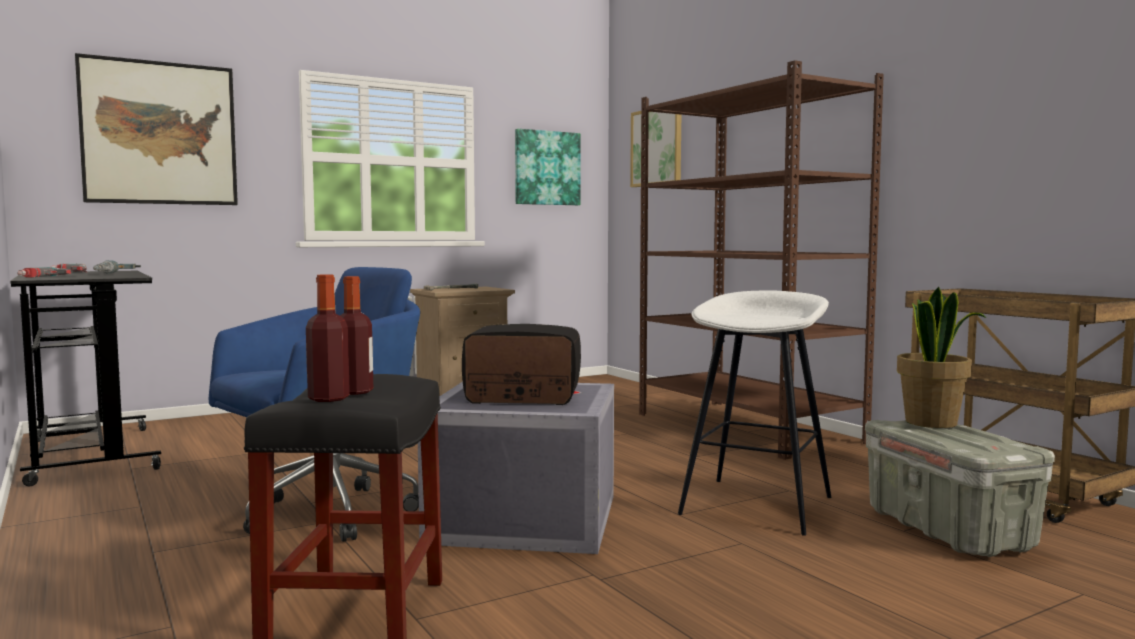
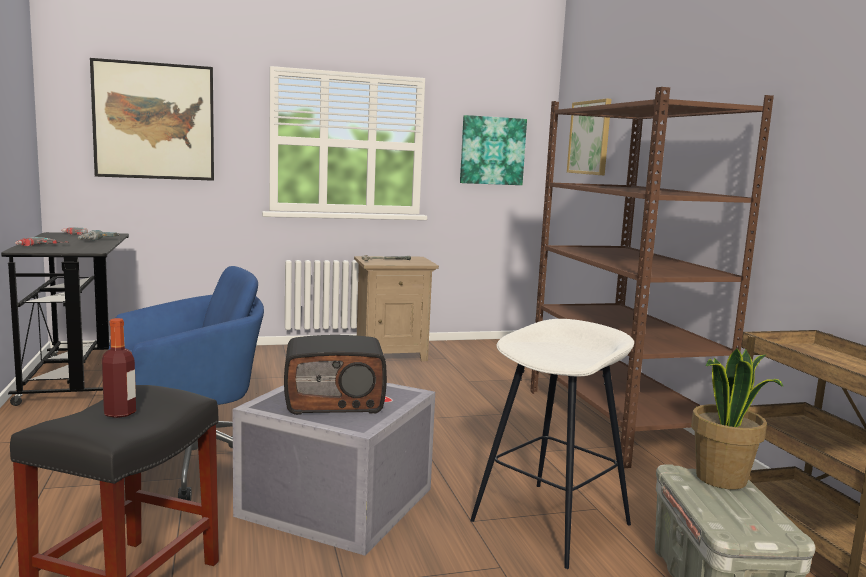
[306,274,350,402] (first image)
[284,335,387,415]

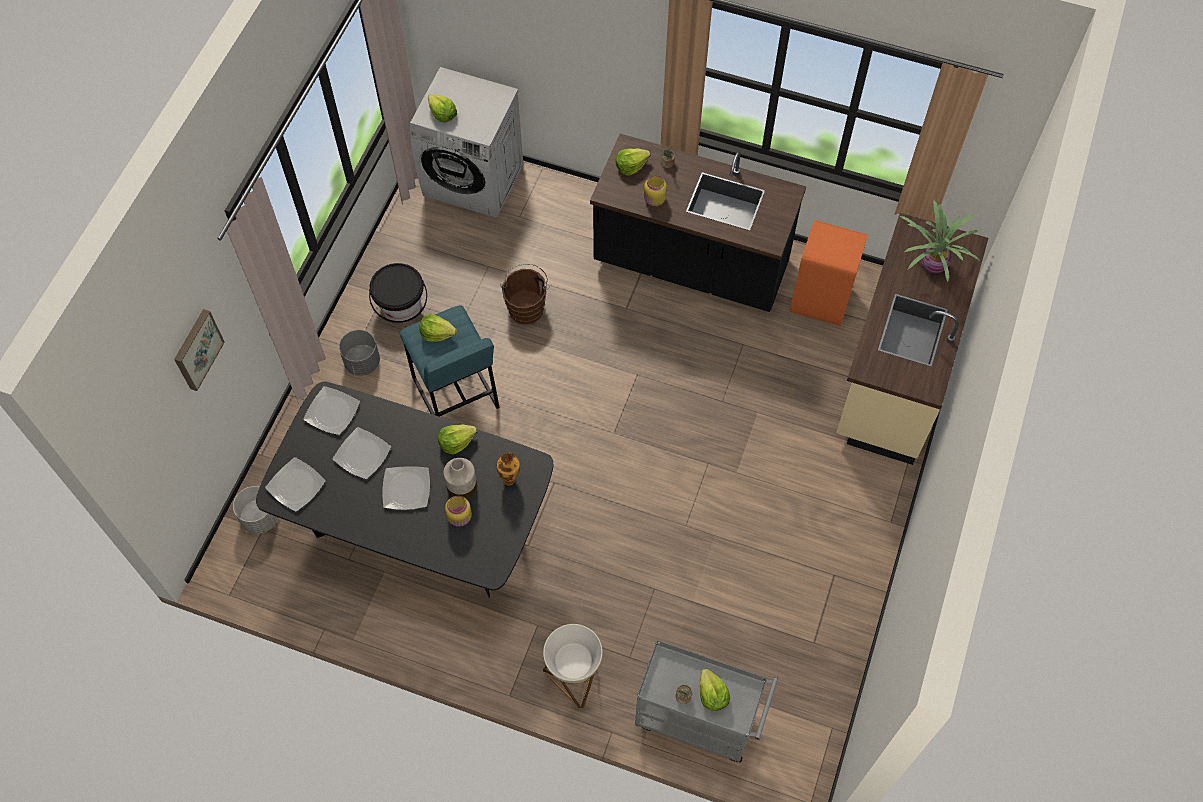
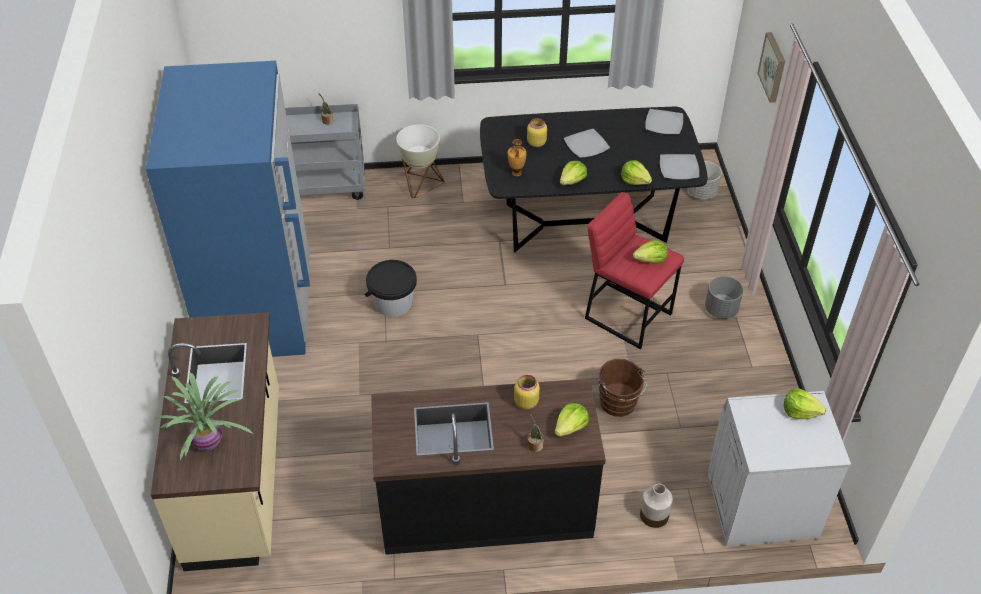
[789,220,868,326] (first image)
[365,260,417,317]
[585,192,684,349]
[332,427,391,479] (first image)
[640,483,673,528]
[621,160,652,185]
[146,61,310,357]

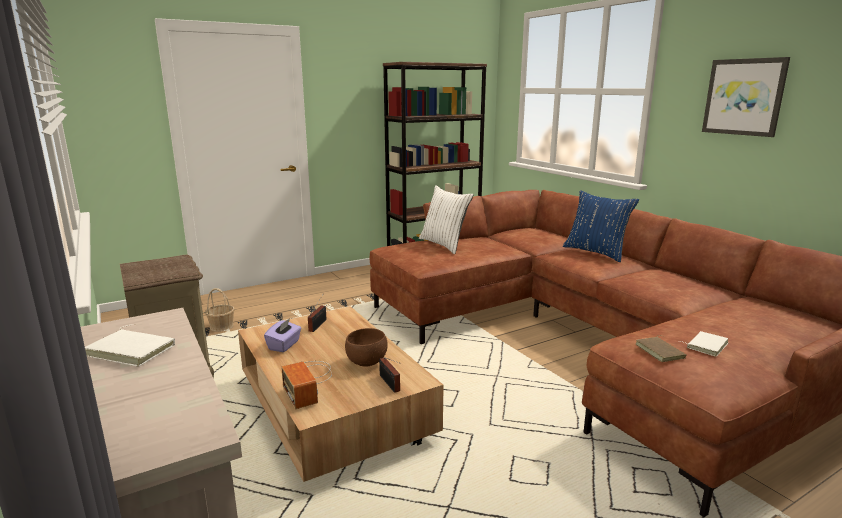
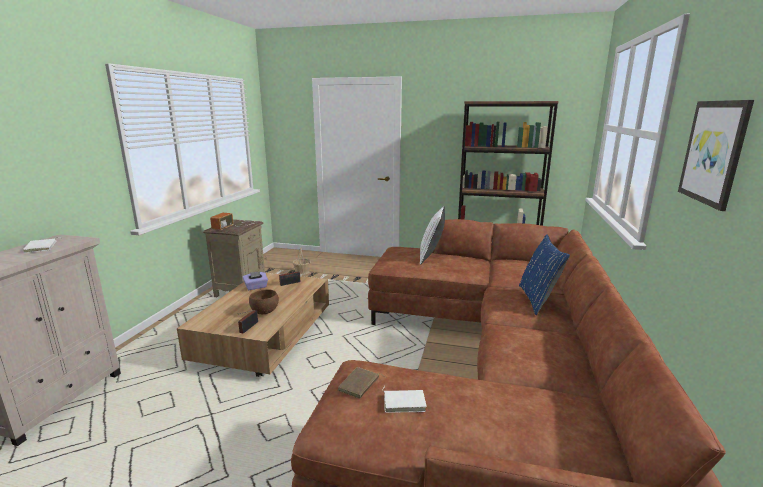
[210,213,256,230]

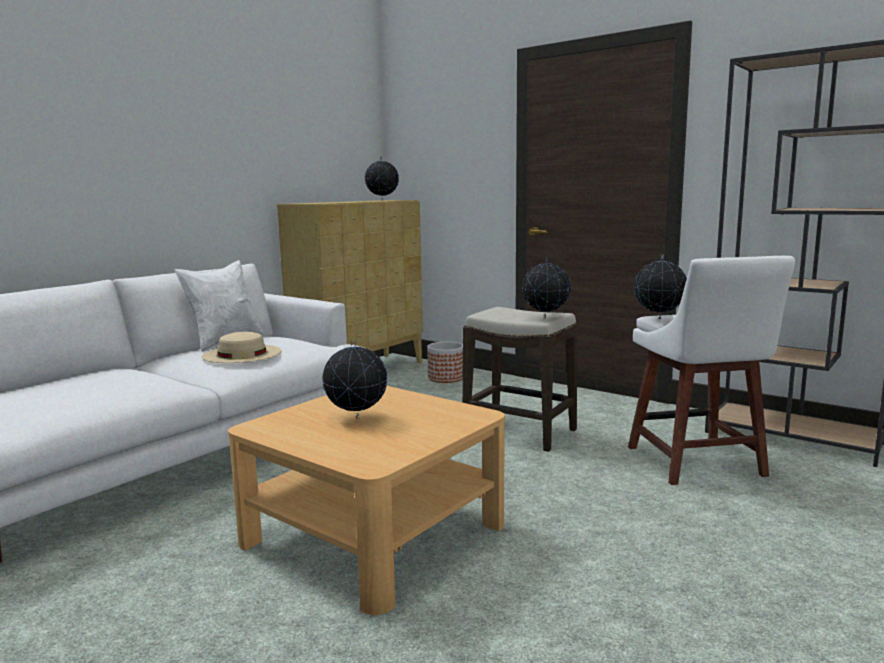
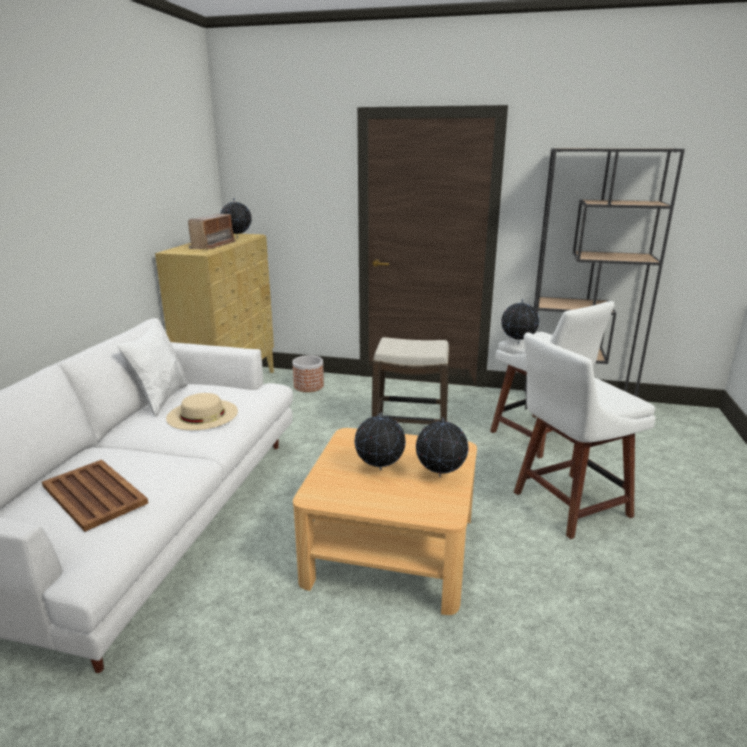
[416,417,469,477]
[188,214,236,250]
[514,332,656,539]
[42,460,148,532]

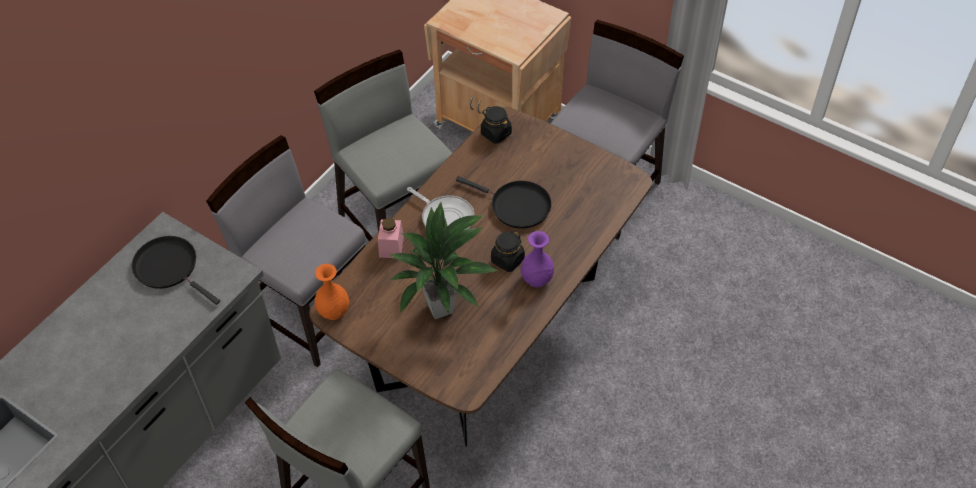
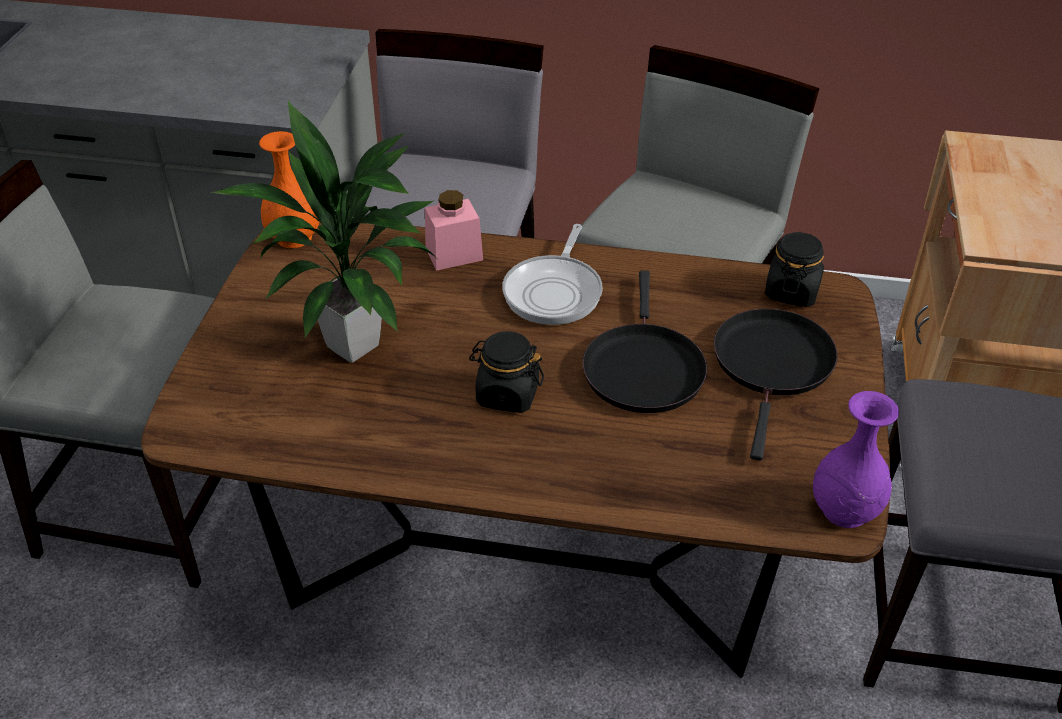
[813,391,899,528]
[714,309,838,461]

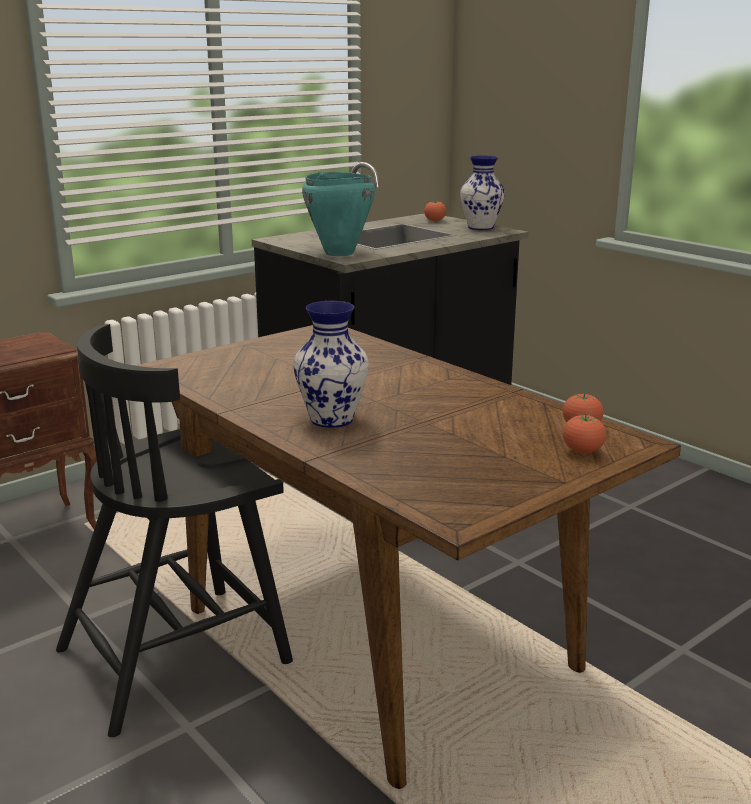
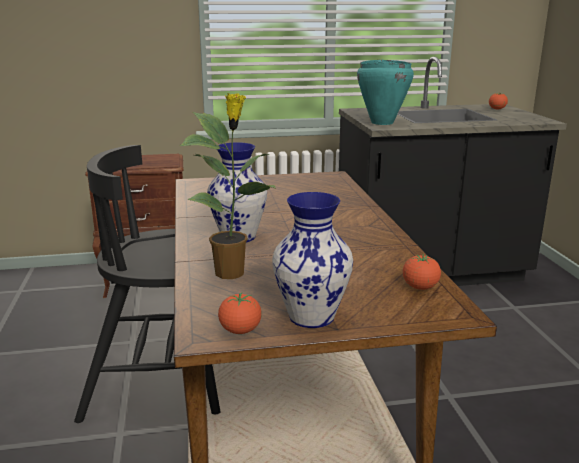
[272,192,353,328]
[218,292,262,334]
[180,93,275,279]

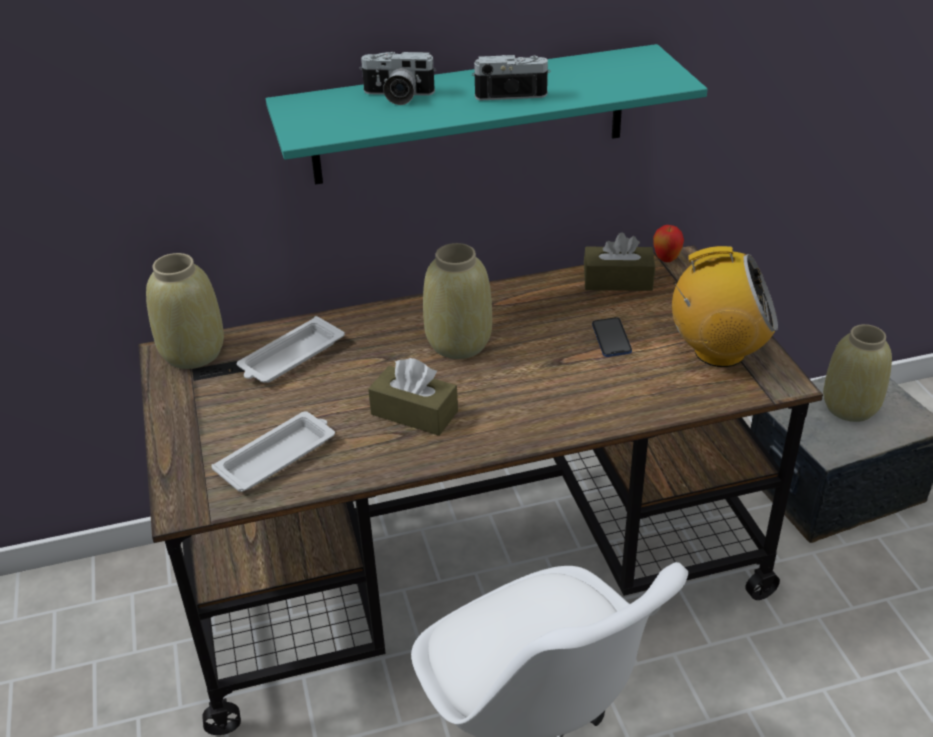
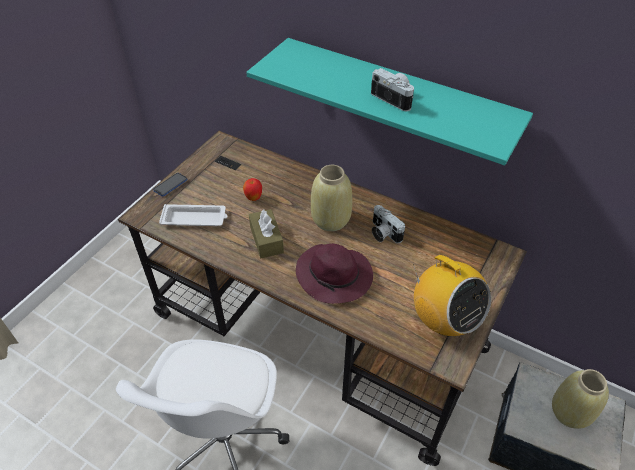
[372,205,405,243]
[243,178,262,201]
[584,232,655,291] (first image)
[146,253,224,369] (first image)
[237,316,345,383] (first image)
[153,173,188,196]
[296,244,373,304]

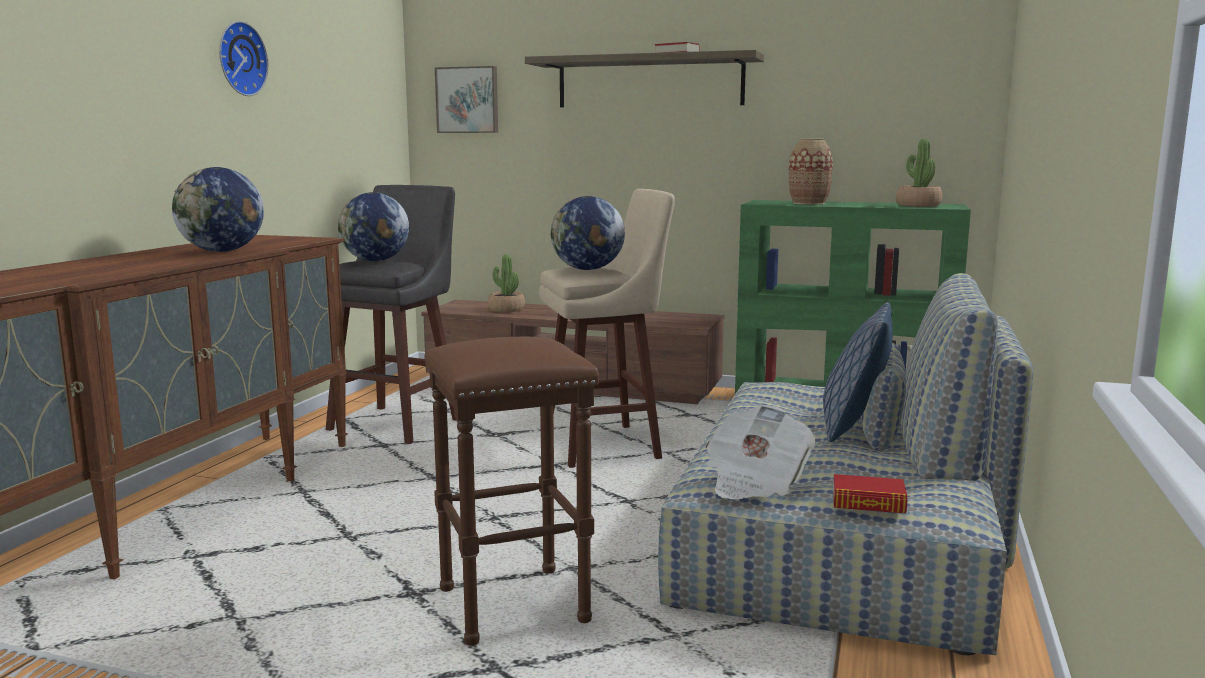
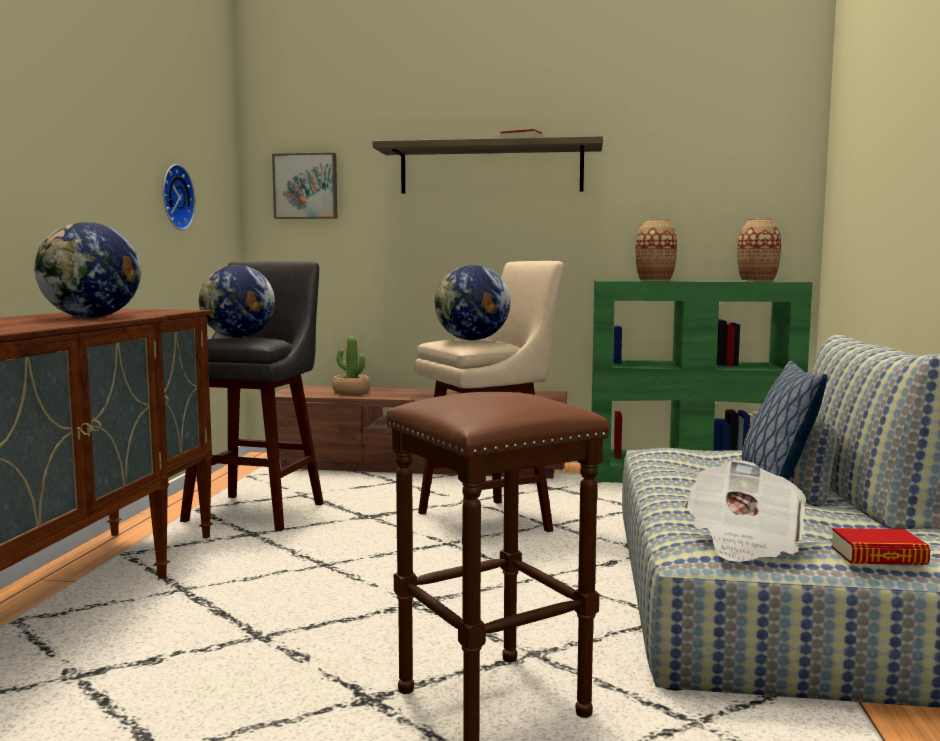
[163,164,196,230]
[737,218,781,281]

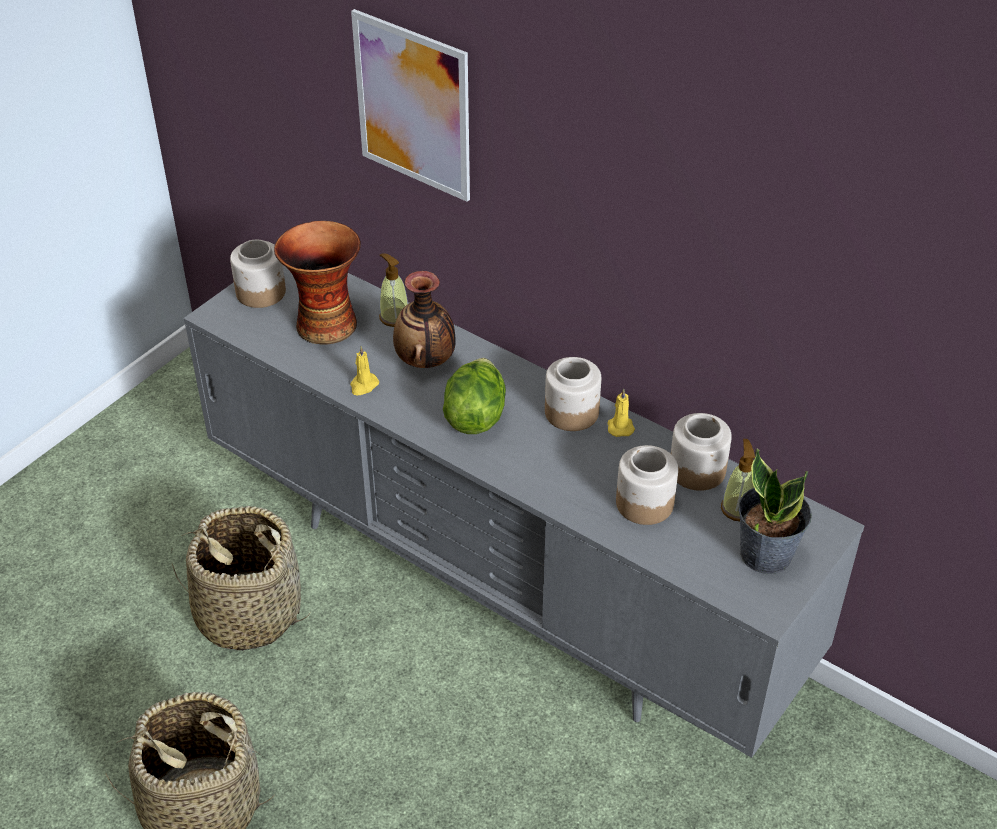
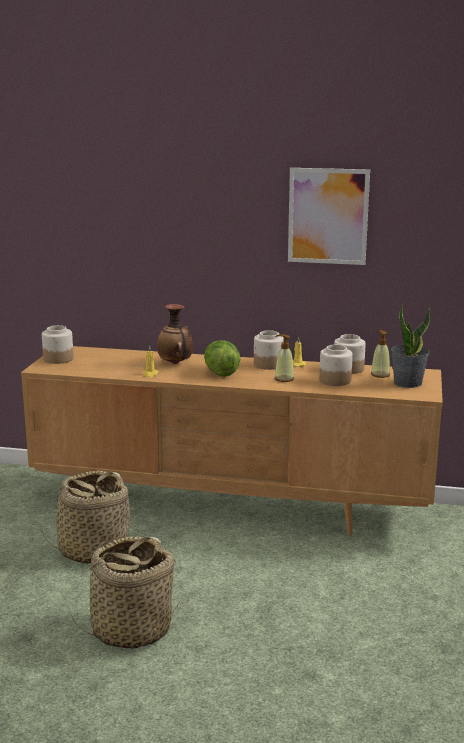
[288,168,370,265]
[274,221,361,345] (first image)
[275,334,294,382]
[21,346,443,536]

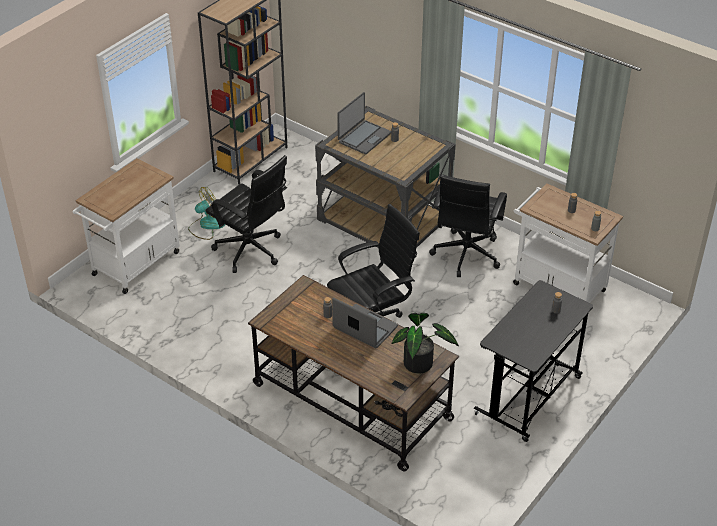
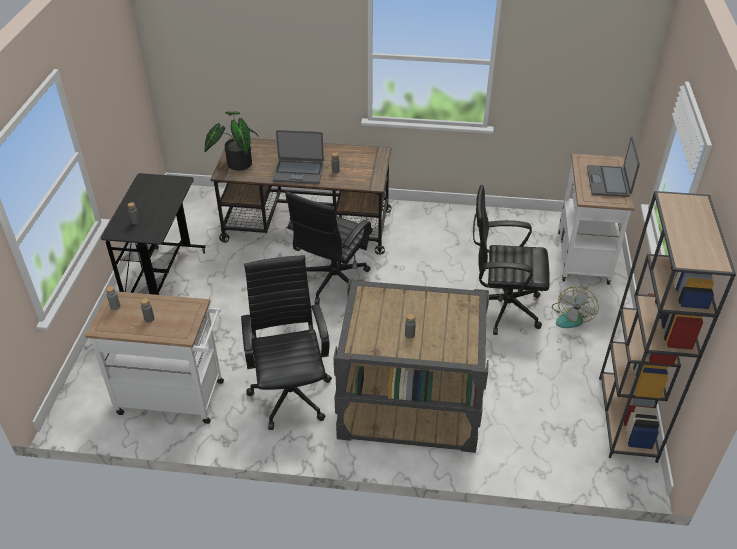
[587,136,640,197]

